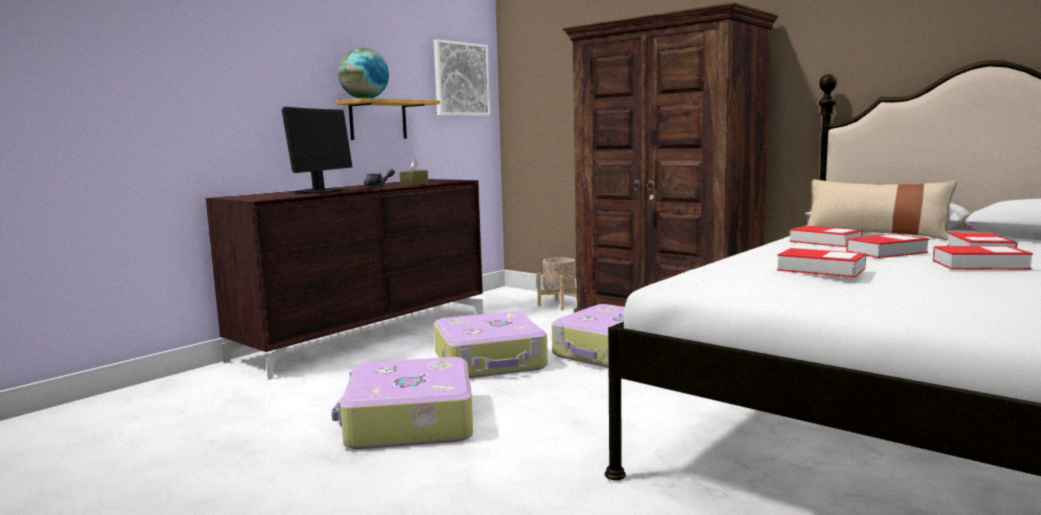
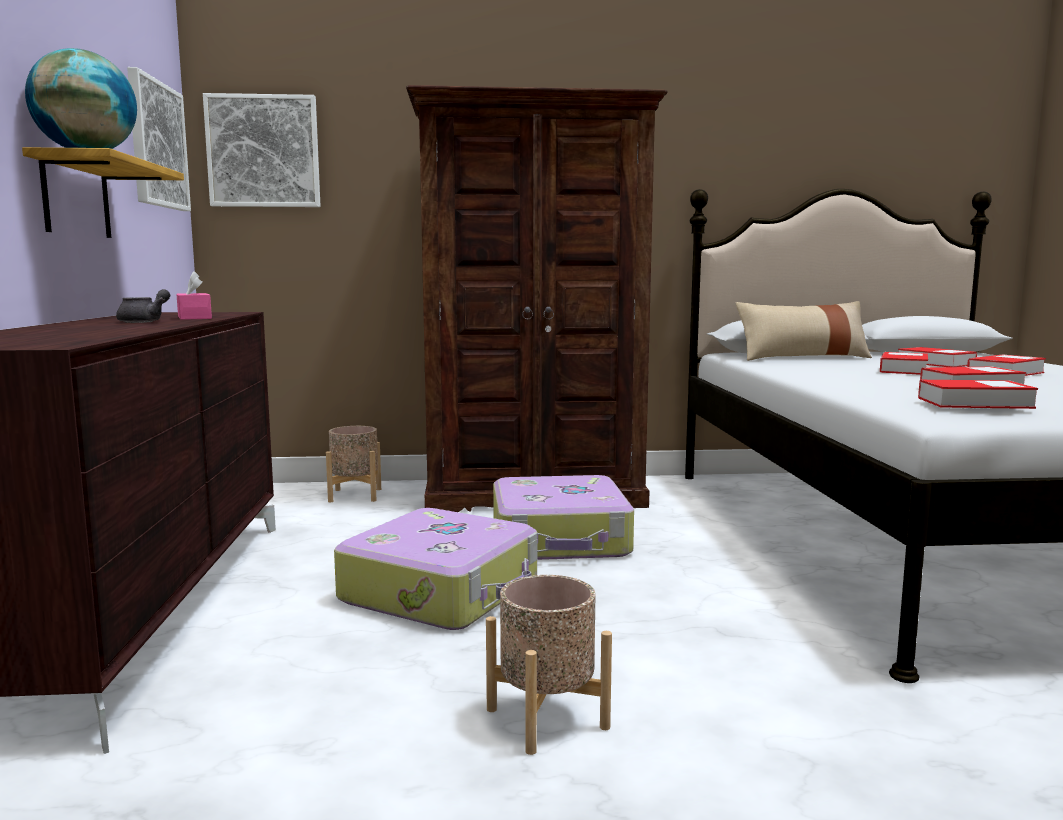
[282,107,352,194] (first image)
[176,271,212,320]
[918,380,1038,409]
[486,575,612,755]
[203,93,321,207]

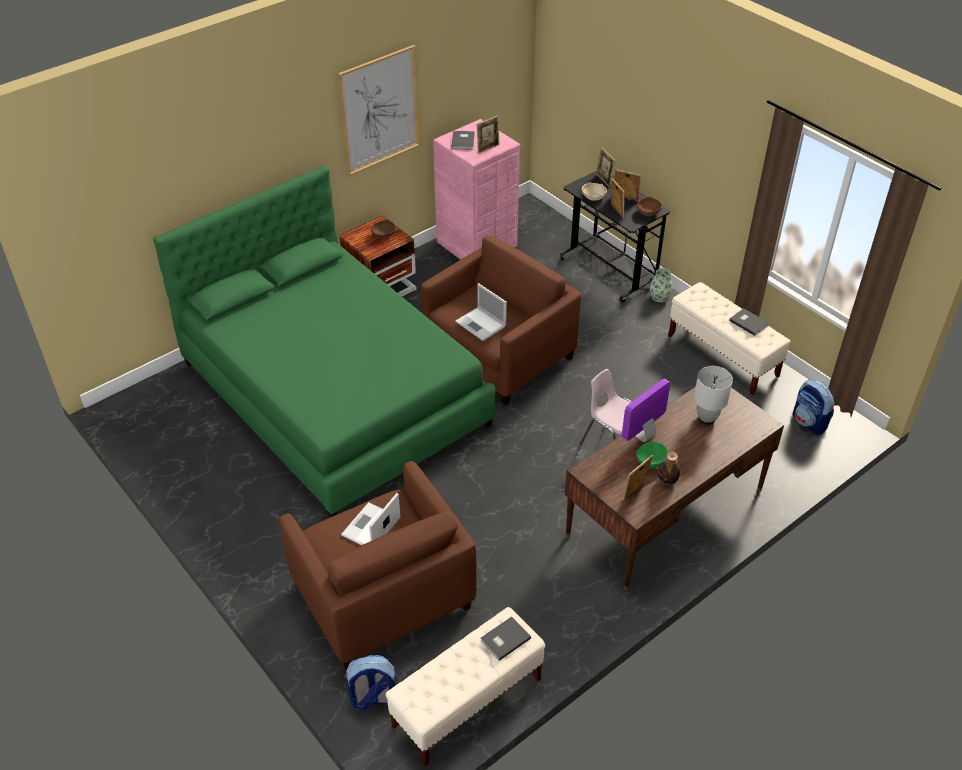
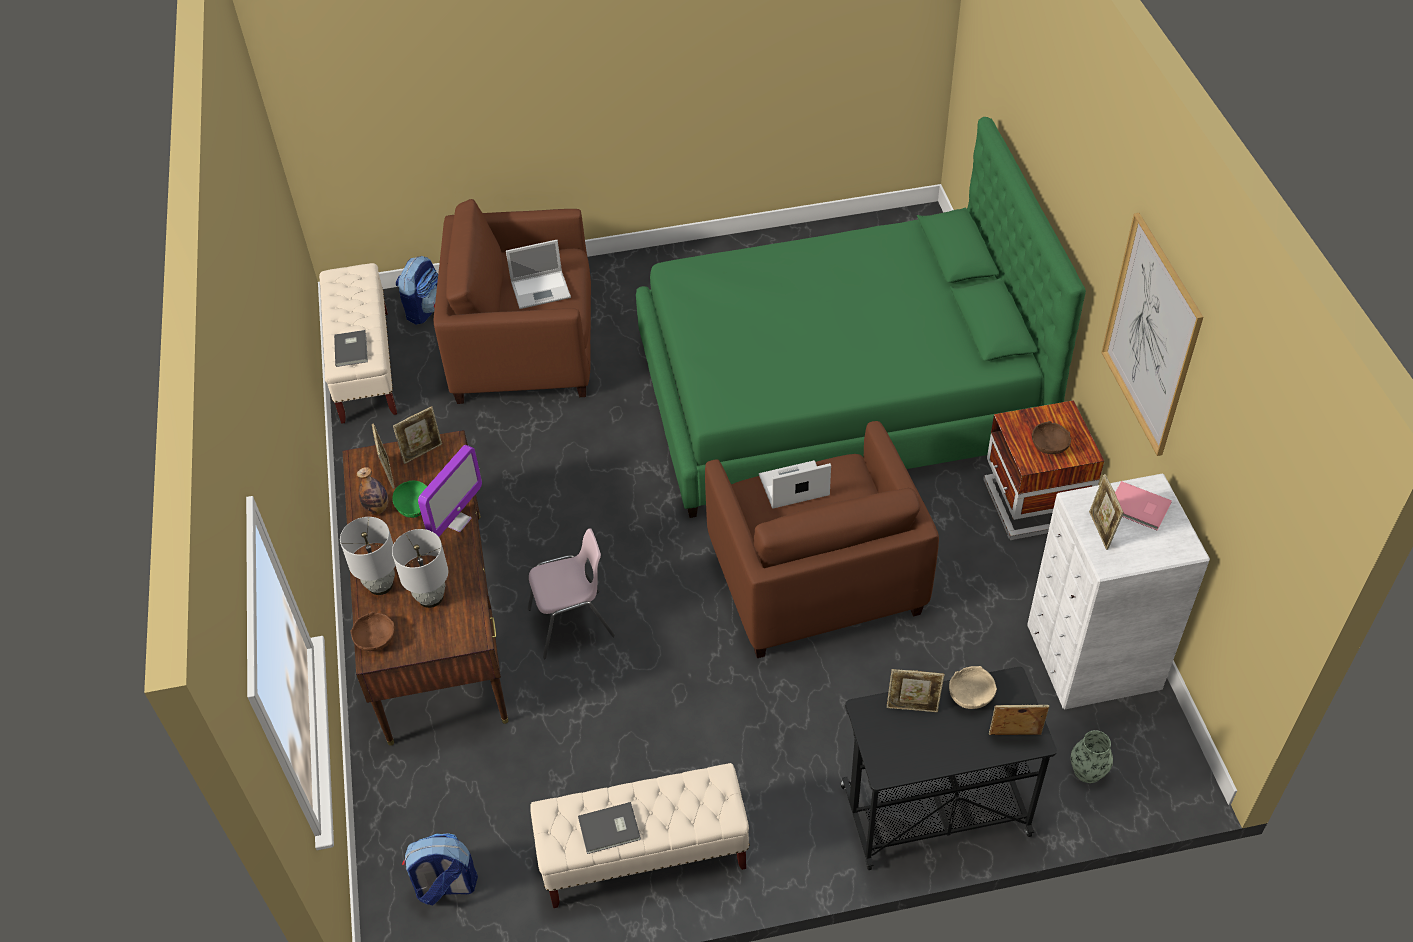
[1027,474,1210,709]
[1115,481,1172,531]
[393,406,442,464]
[351,612,395,651]
[1071,730,1113,783]
[418,445,482,537]
[506,240,571,309]
[340,517,395,595]

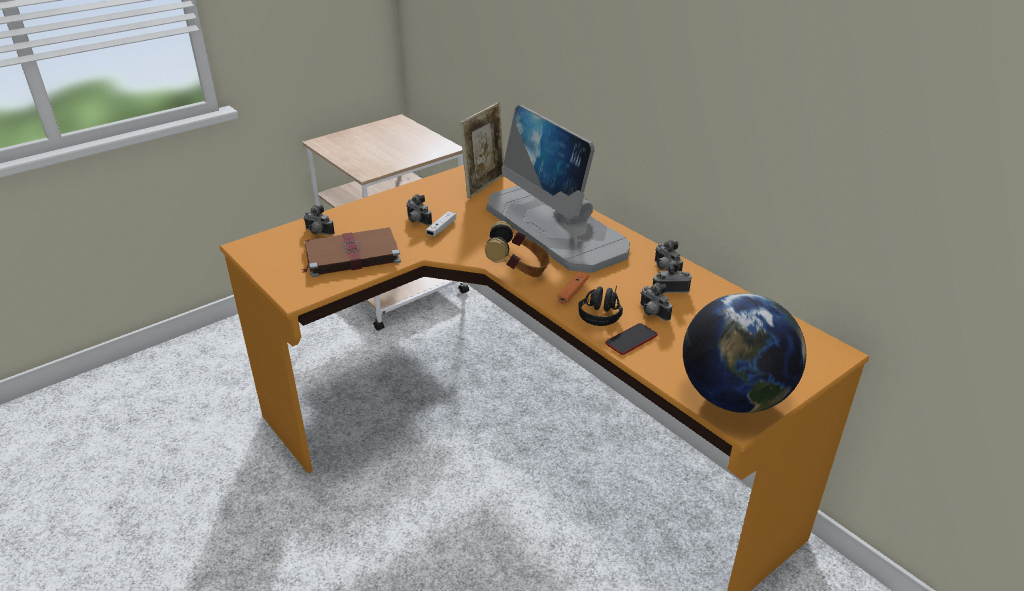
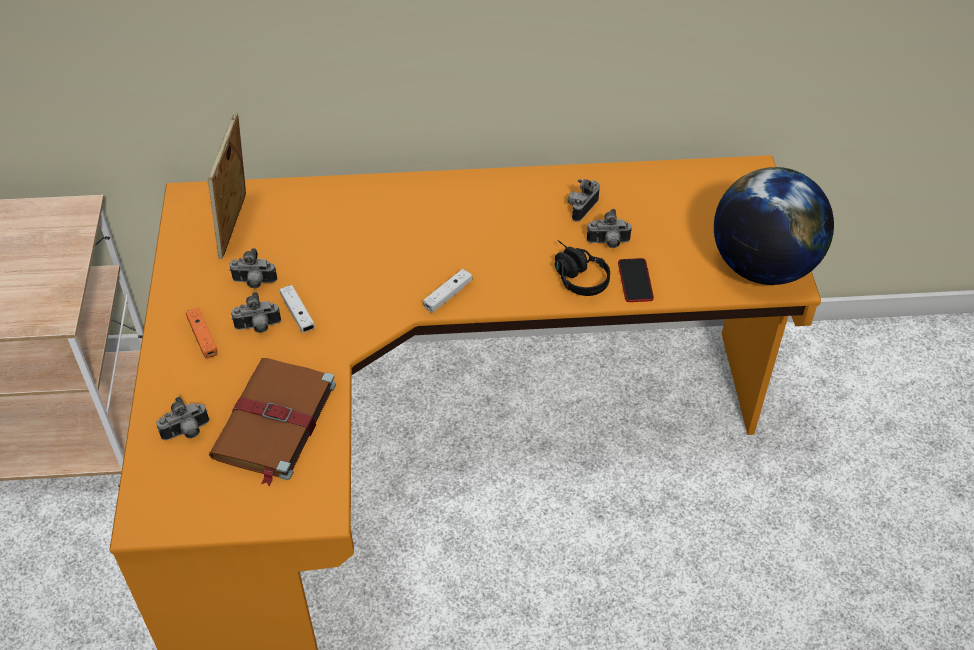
[208,112,246,259]
[486,105,630,273] (first image)
[423,269,473,313]
[229,248,277,288]
[186,307,218,358]

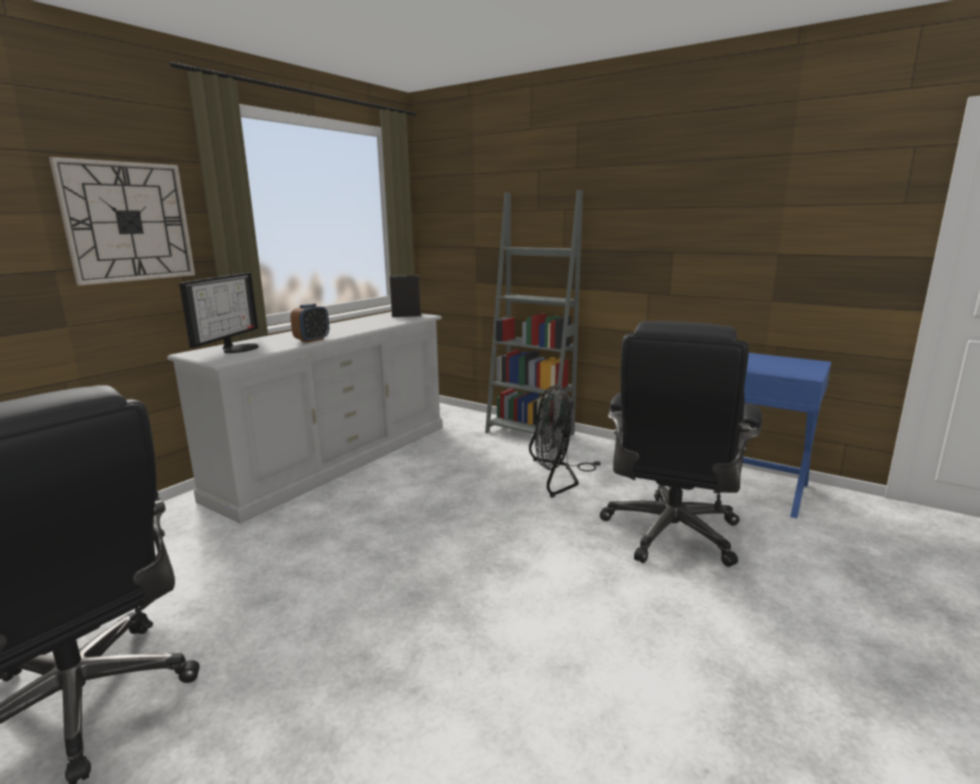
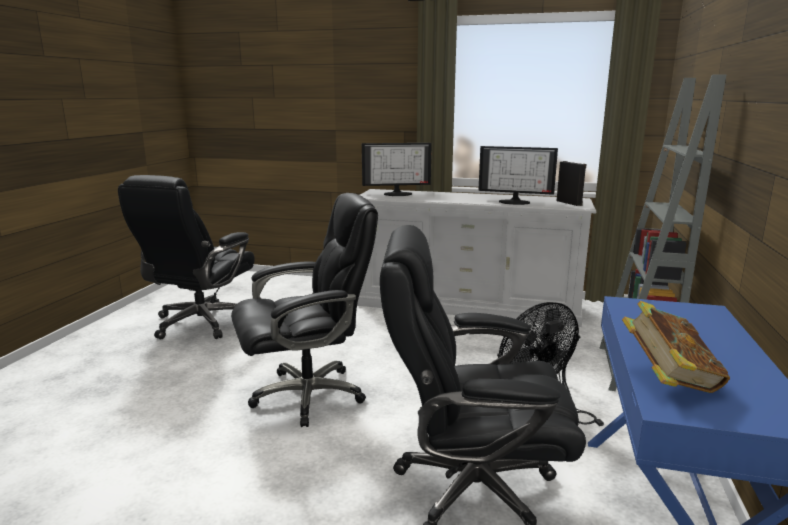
[49,157,195,286] (first image)
[290,303,329,343] (first image)
[479,146,558,205]
[231,193,378,427]
[622,301,730,393]

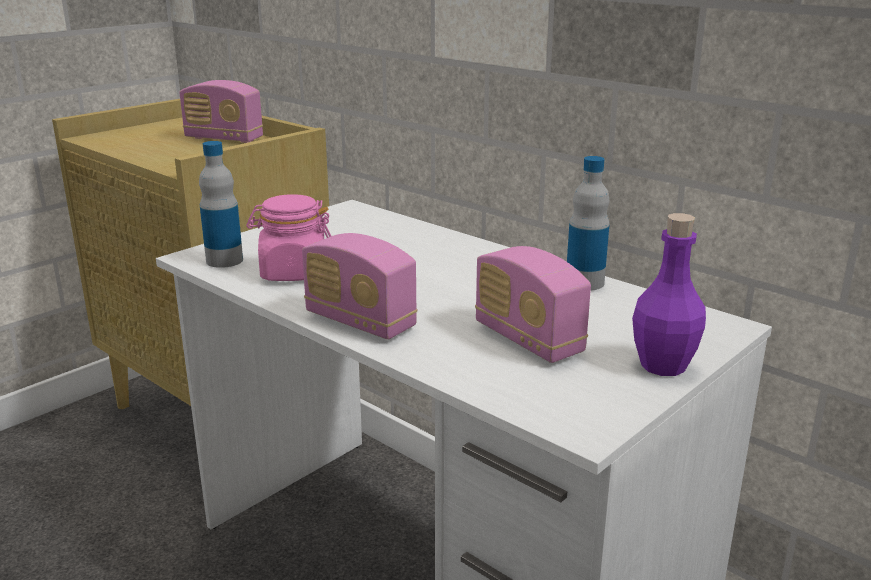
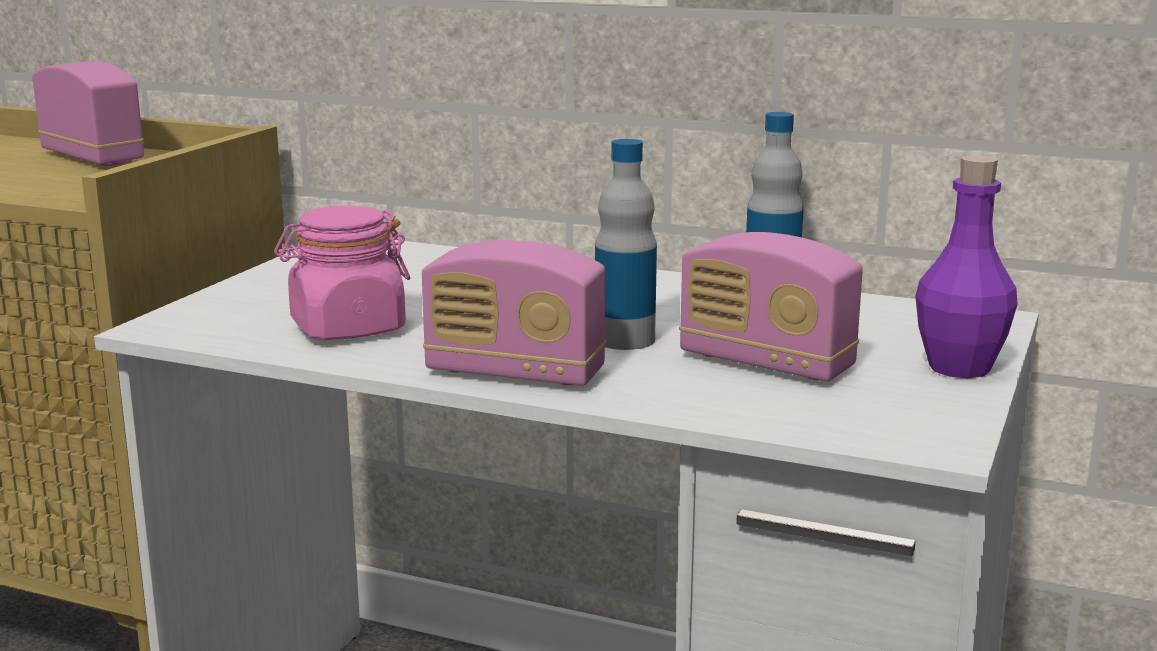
[32,61,144,166]
[595,139,657,350]

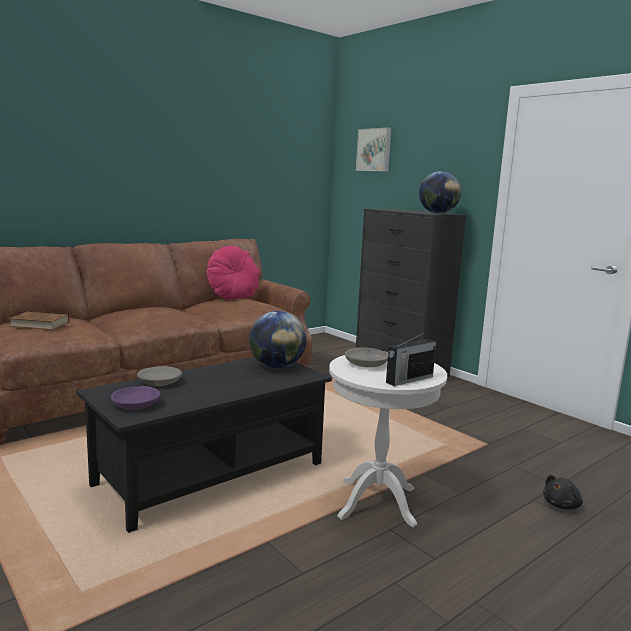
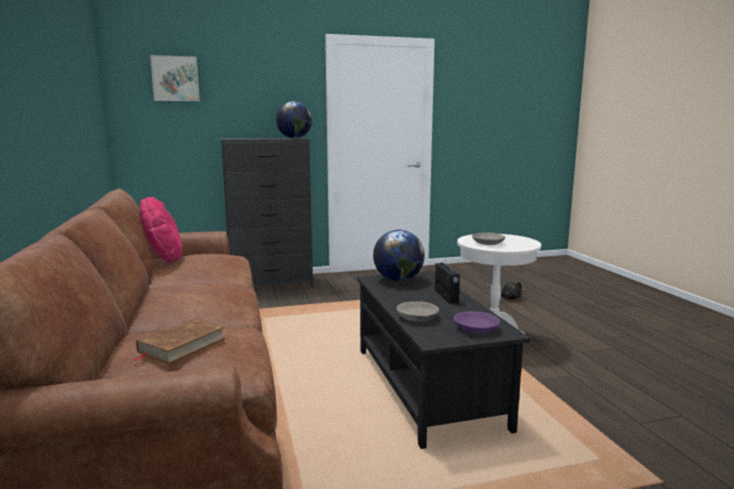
[435,256,460,304]

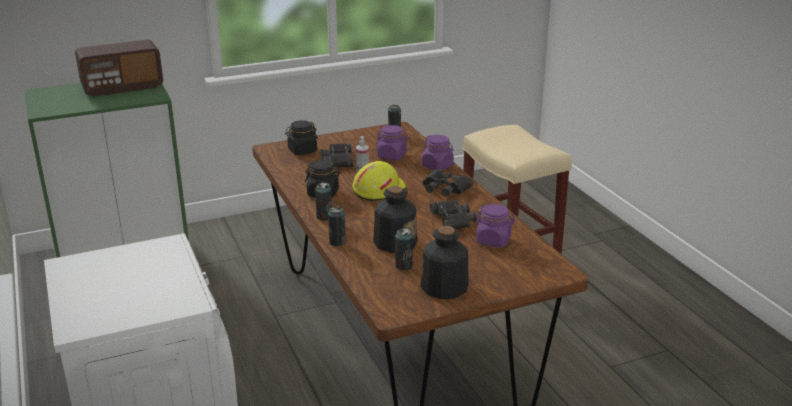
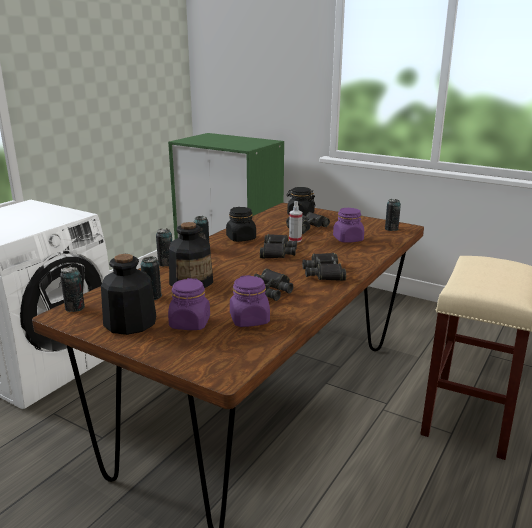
[75,40,163,97] (first image)
[168,278,210,330]
[260,234,297,259]
[60,266,85,312]

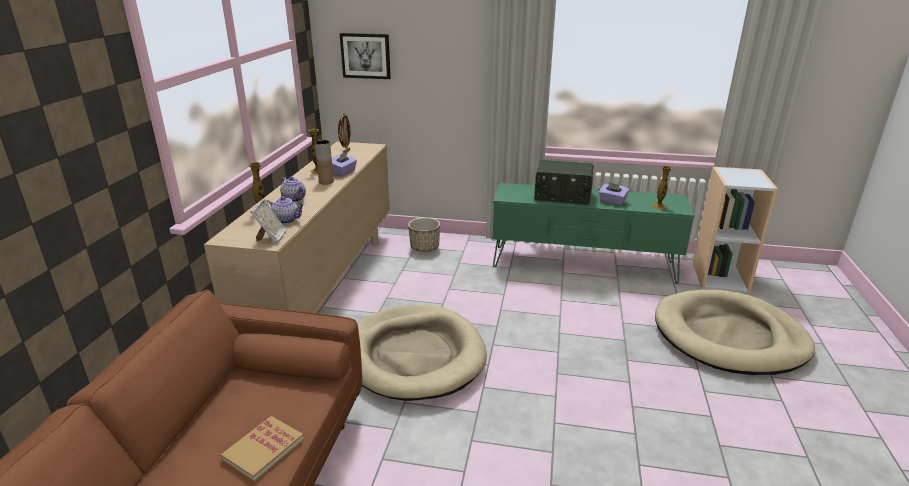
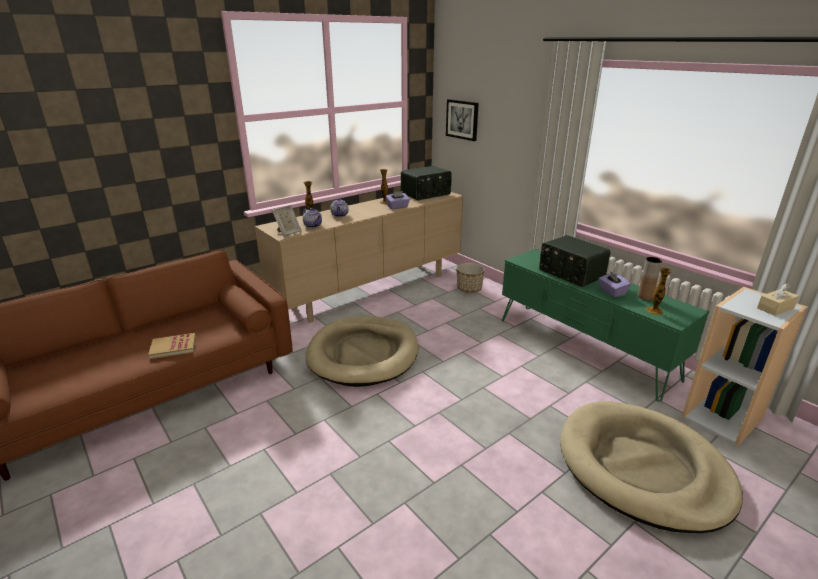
[401,166,452,200]
[638,257,662,300]
[757,283,799,316]

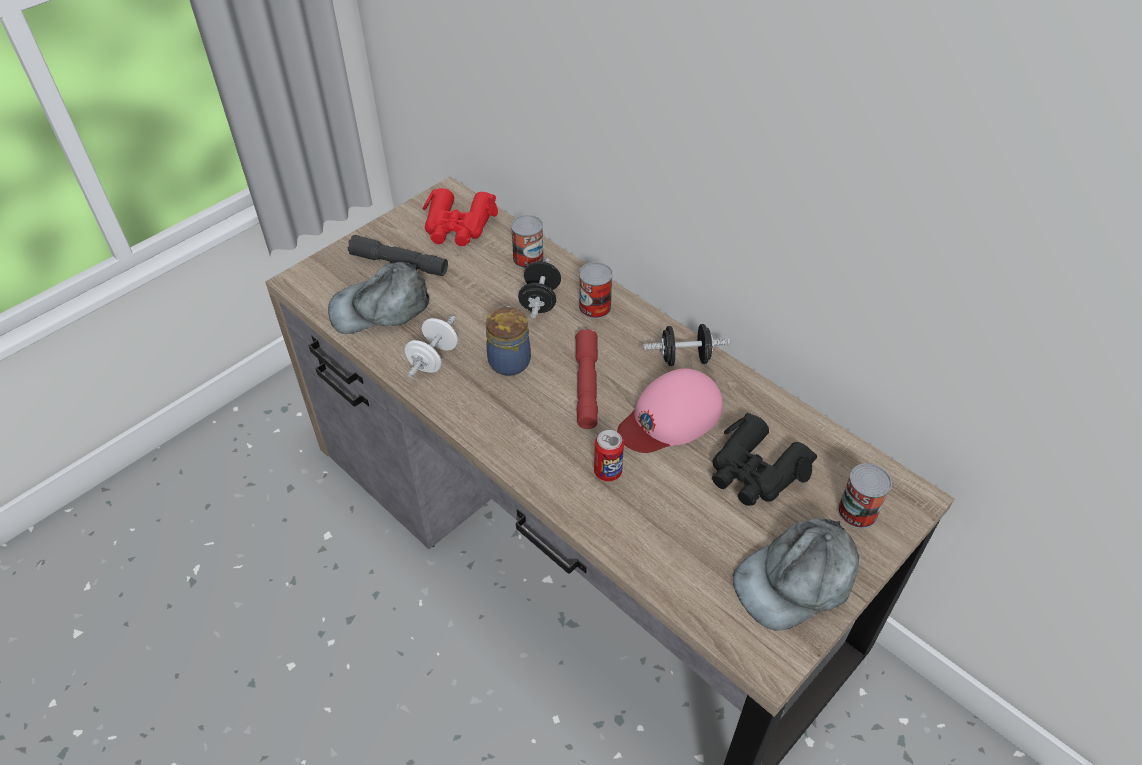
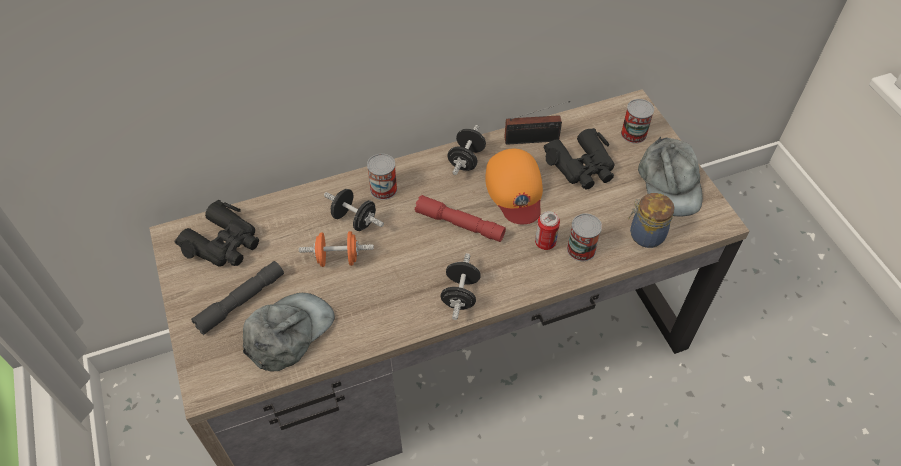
[175,200,259,267]
[567,214,602,261]
[243,293,335,372]
[628,193,675,248]
[405,316,458,377] (first image)
[485,149,543,224]
[504,101,570,145]
[299,231,374,267]
[441,253,481,320]

